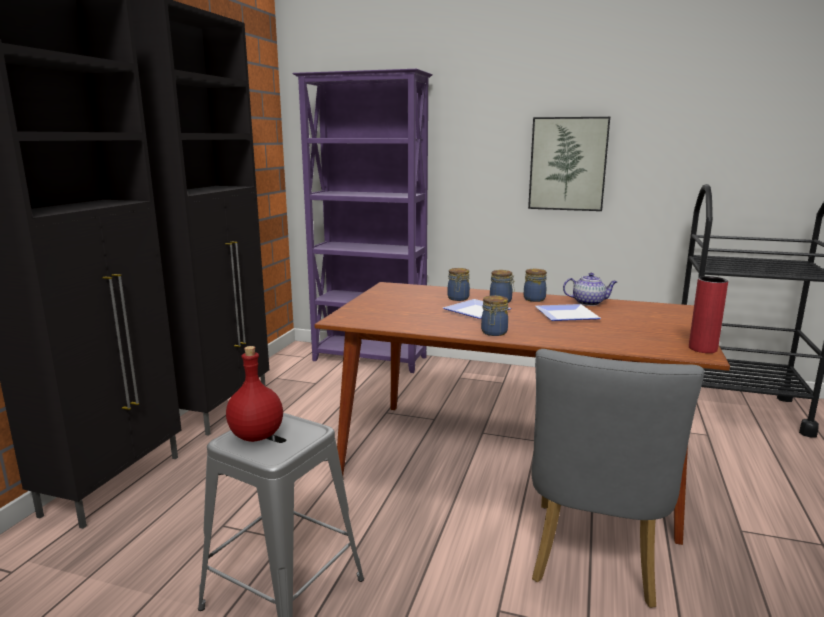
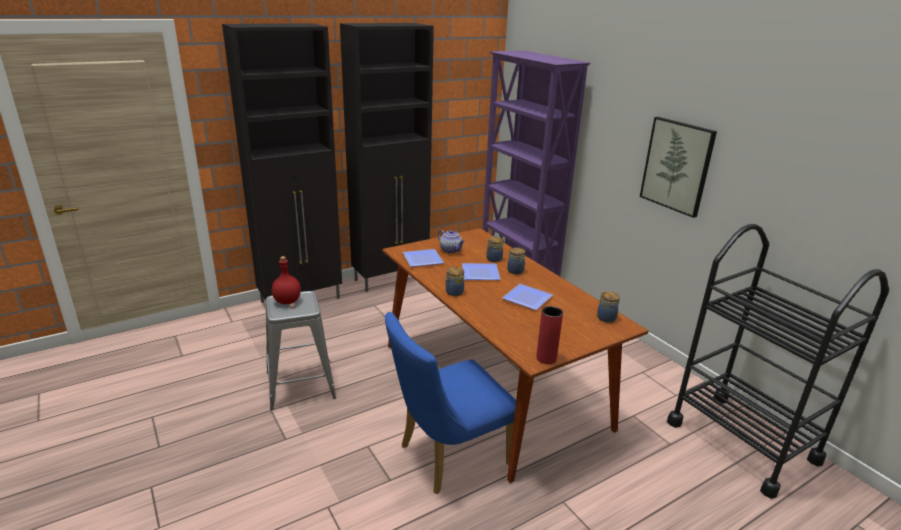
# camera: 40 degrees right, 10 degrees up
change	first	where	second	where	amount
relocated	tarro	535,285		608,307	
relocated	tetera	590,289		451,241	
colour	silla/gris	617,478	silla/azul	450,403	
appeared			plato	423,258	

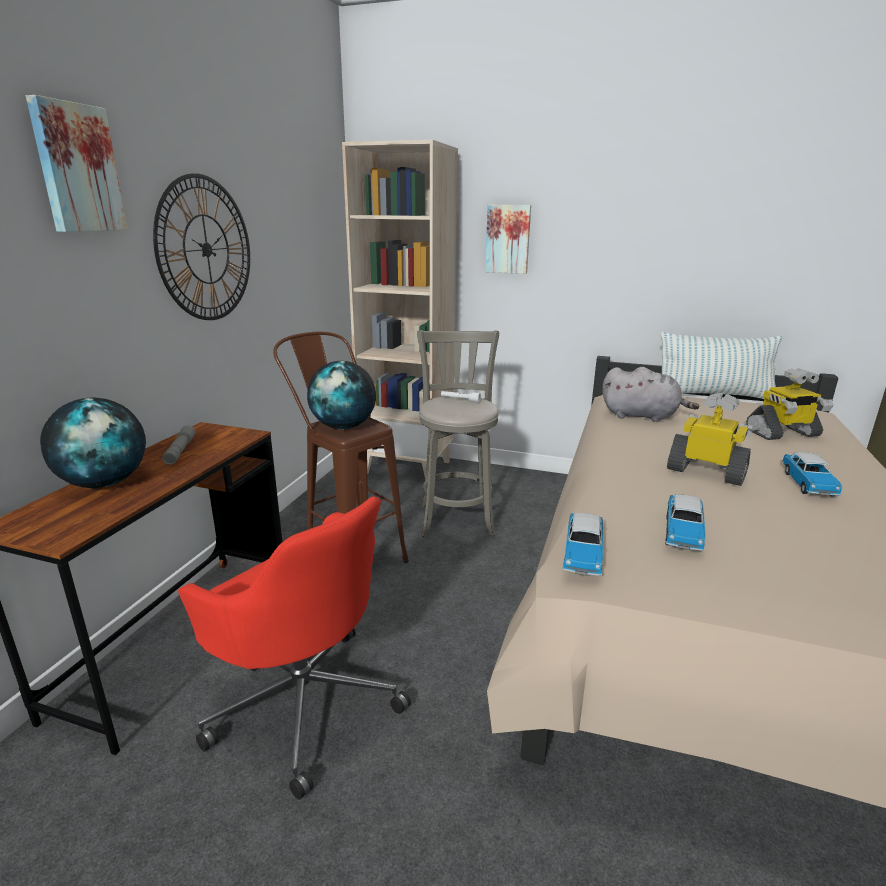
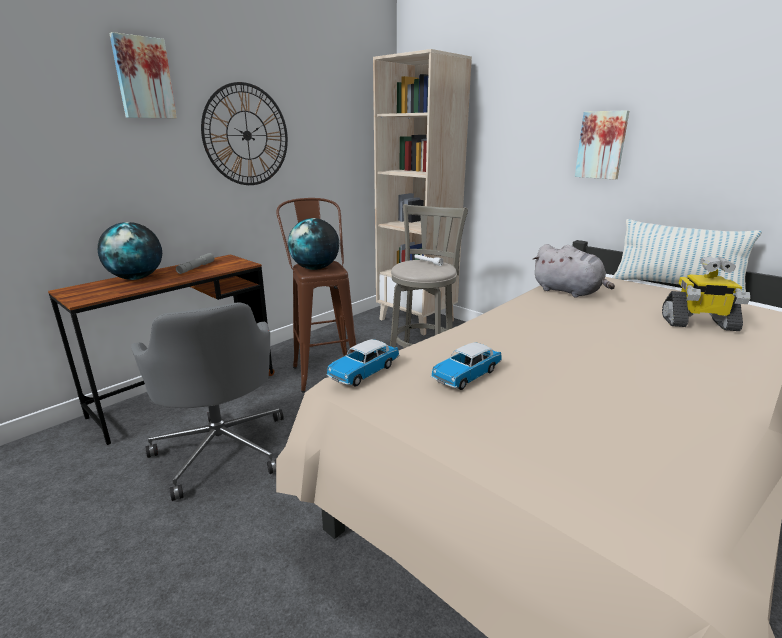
# camera: 25 degrees right, 0 degrees up
change	first	where	second	where	amount
relocated	cuadro	508,239		602,145	
missing	robot de juguete	710,439			
missing	coche de juguete	812,474			
colour	silla de oficina/rojo	294,648	silla de oficina/gris	207,401	

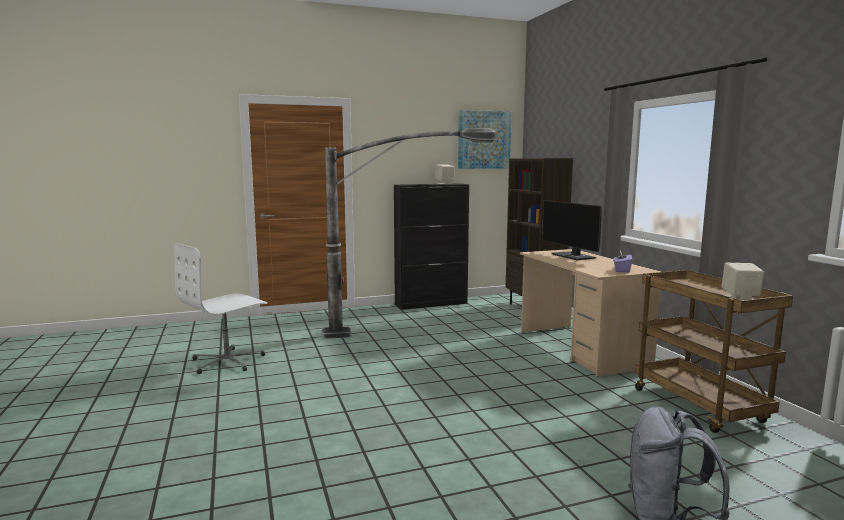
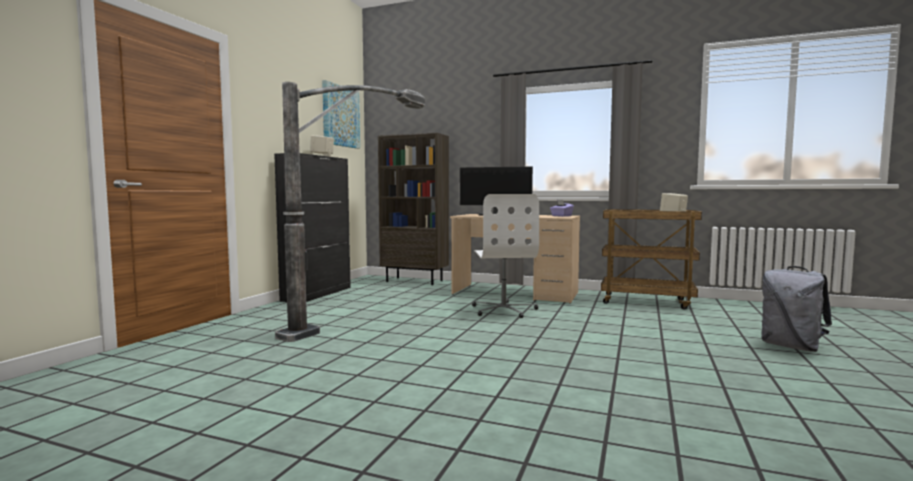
# camera: 50 degrees left, 5 degrees down
change	first	where	second	where	amount
relocated	silla de oficina/blanco	220,308		505,256	

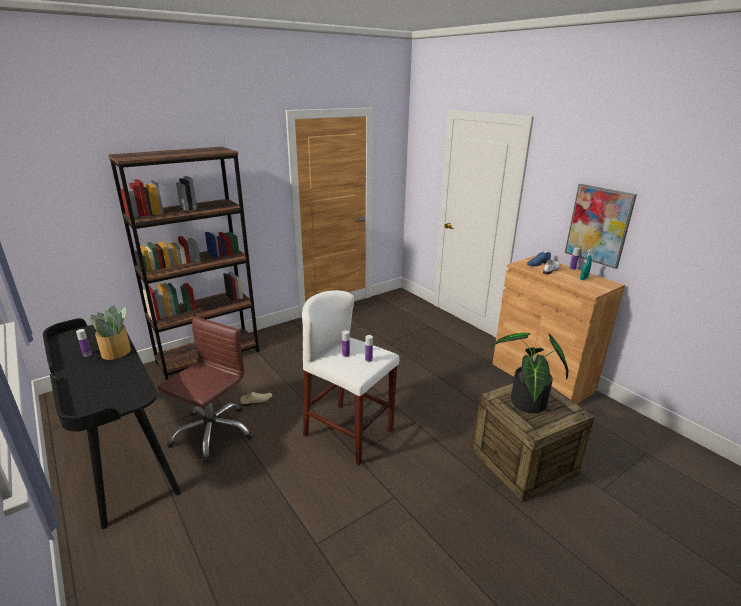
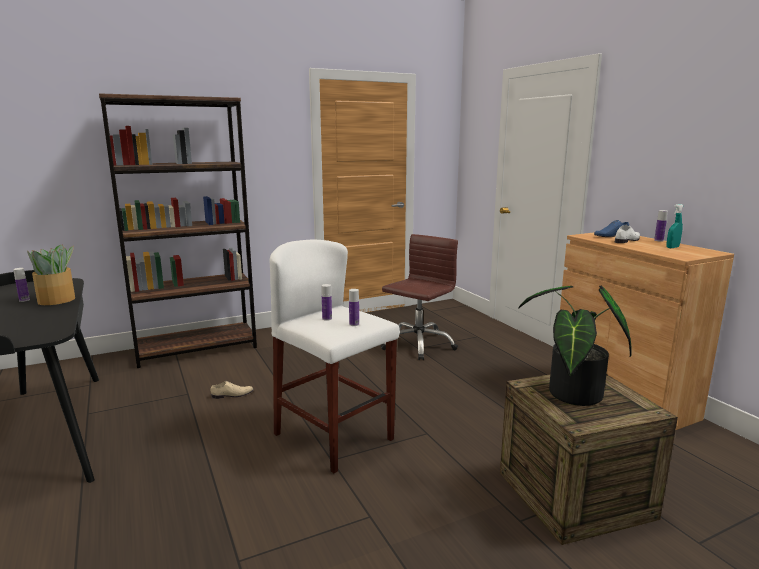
# camera: 10 degrees right, 10 degrees down
change	first	where	second	where	amount
missing	cuadro	601,226			
relocated	silla de oficina/marrón	205,389		419,297	

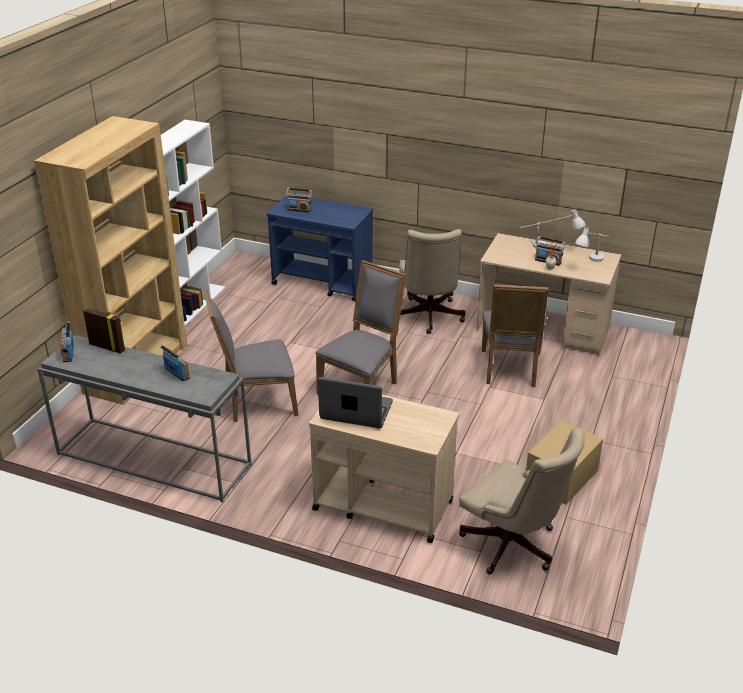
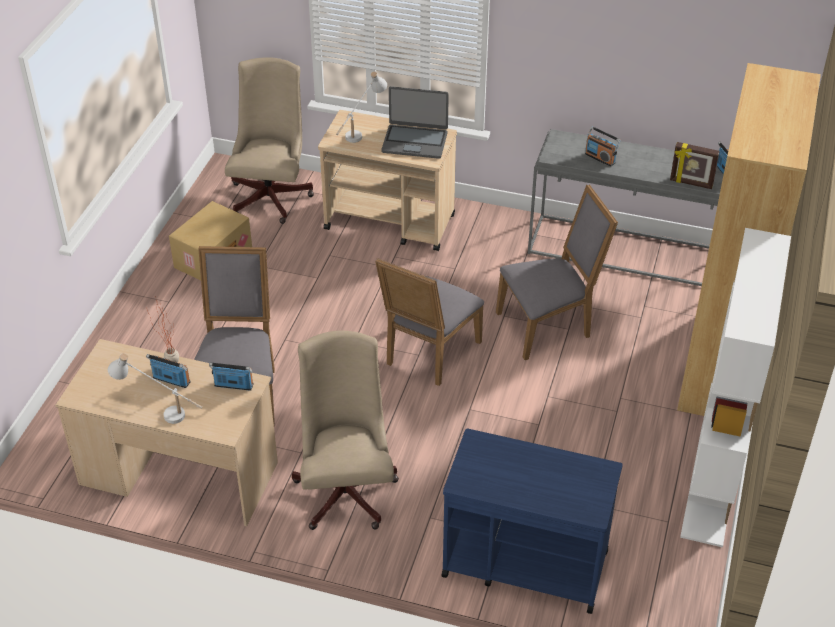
# camera: 175 degrees right, 10 degrees up
change	first	where	second	where	amount
relocated	radio	299,200		231,376	
relocated	lámpara de mesa/blanco	592,244		361,107	
spun	silla de oficina/beis	522,500		269,140	60 degrees clockwise

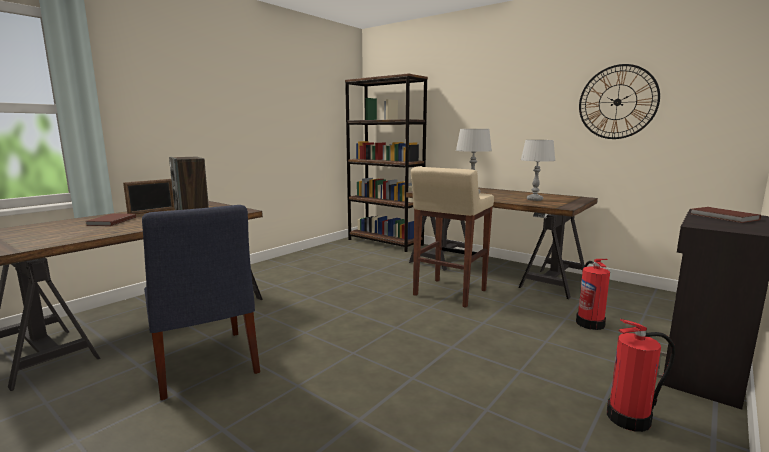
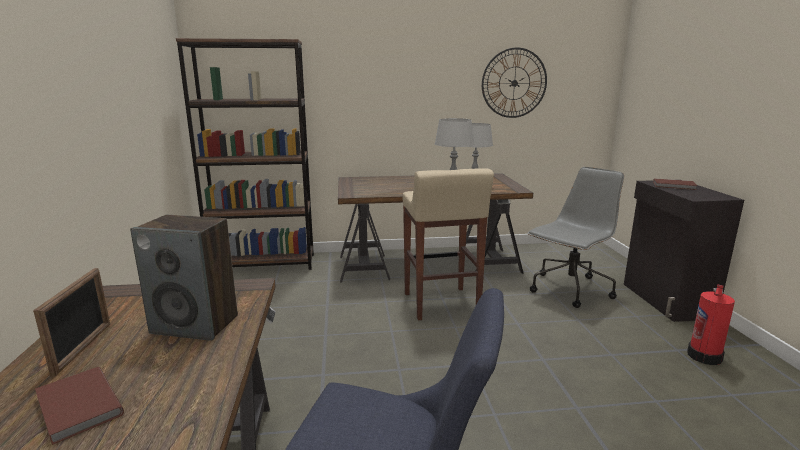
# camera: 45 degrees left, 5 degrees up
change	first	where	second	where	amount
exchanged	extintor	593,294	silla de oficina/gris	576,237	

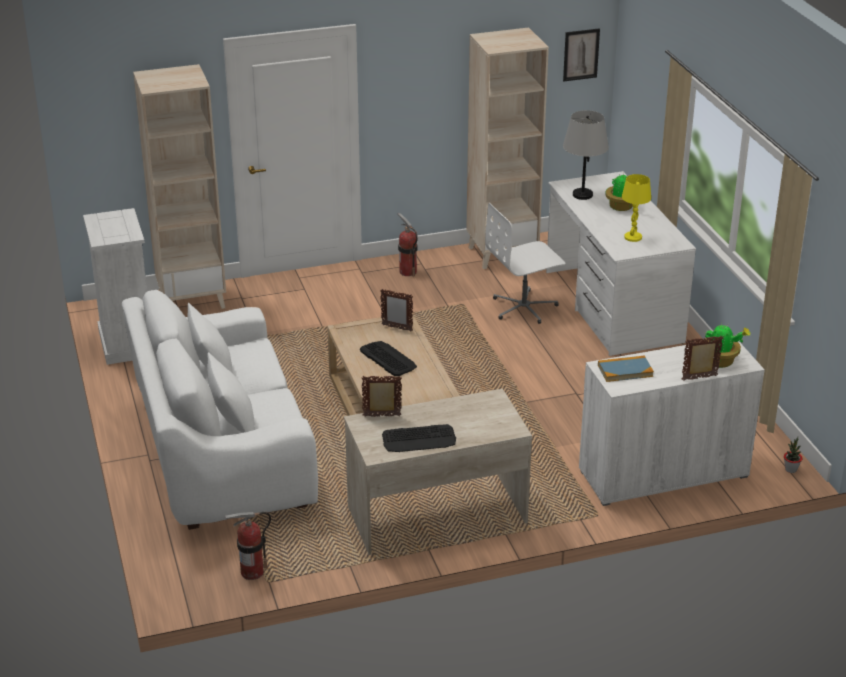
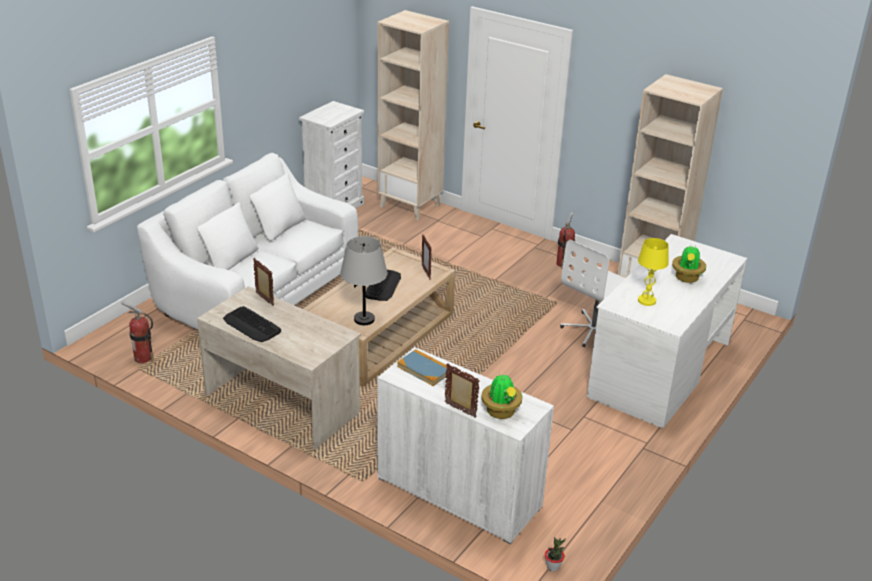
# camera: 50 degrees right, 0 degrees up
change	first	where	second	where	amount
missing	cuadro	581,54			
relocated	lámpara de mesa/gris	586,155		363,280	
spun	silla de oficina/blanco	525,263		592,293	75 degrees counterclockwise

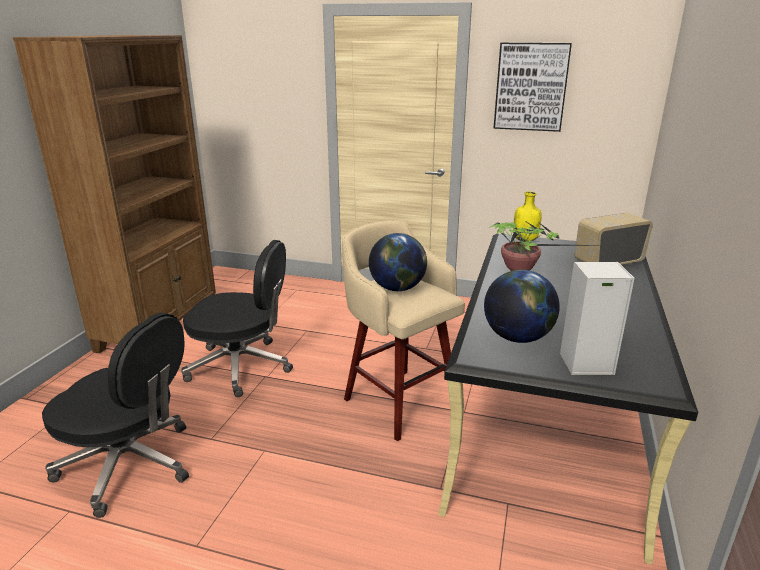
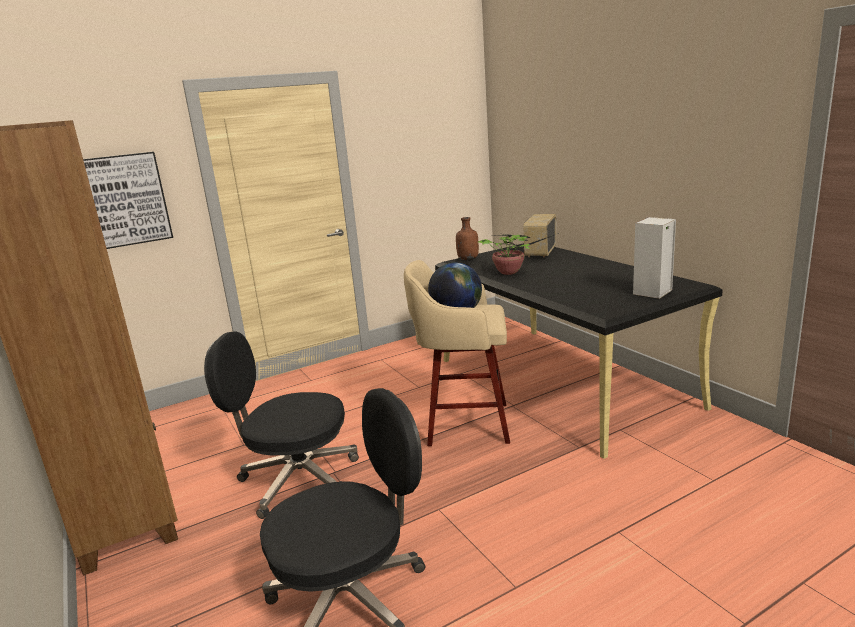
# camera: 45 degrees left, 5 degrees down
change	first	where	second	where	amount
relocated	cuadro	532,87		128,200	
colour	botella/amarillo	527,216	botella/marrón	467,238	
spun	silla de oficina/negro	237,318		281,425	135 degrees counterclockwise
missing	globo terráqueo	522,306			

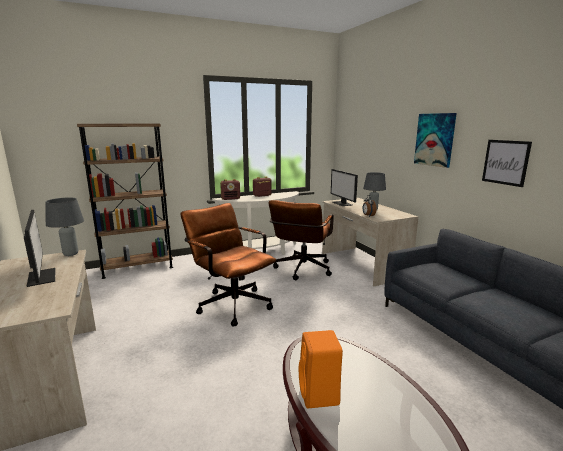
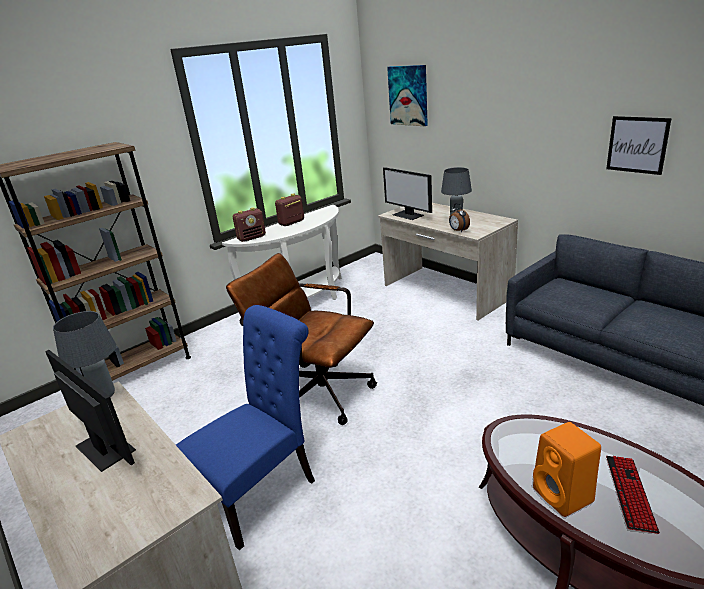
# camera: 15 degrees left, 10 degrees up
change	first	where	second	where	amount
relocated	cuadro	435,140		407,95	
missing	silla de oficina/marrón	301,240			
appeared			silla/azul	245,427	
appeared			teclado	633,495	

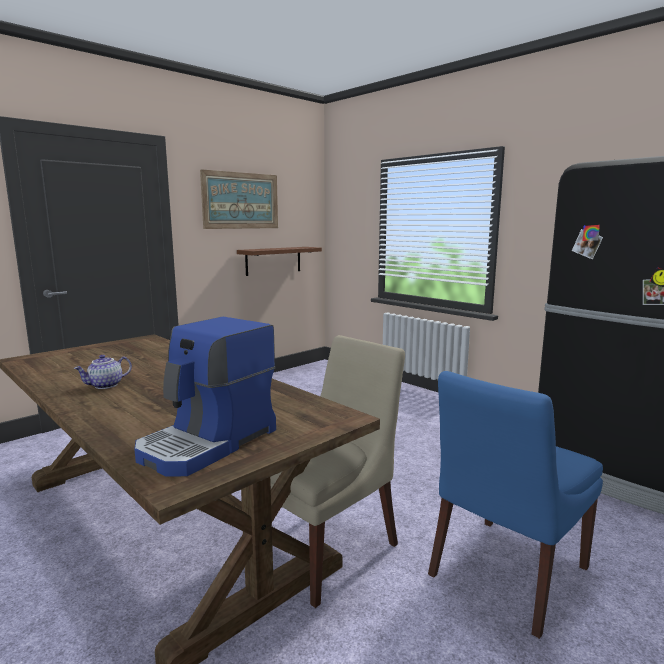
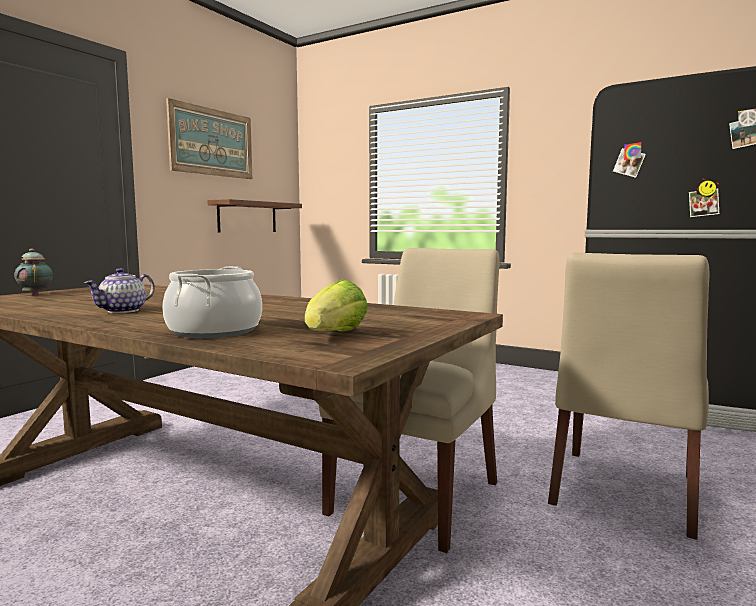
# camera: 15 degrees left, 5 degrees down
change	first	where	second	where	amount
exchanged	cafetera	205,397	lechuga	336,305	
colour	silla/azul	515,505	silla/beis	628,396	
appeared			tetera	33,272	
appeared			olla	212,302	

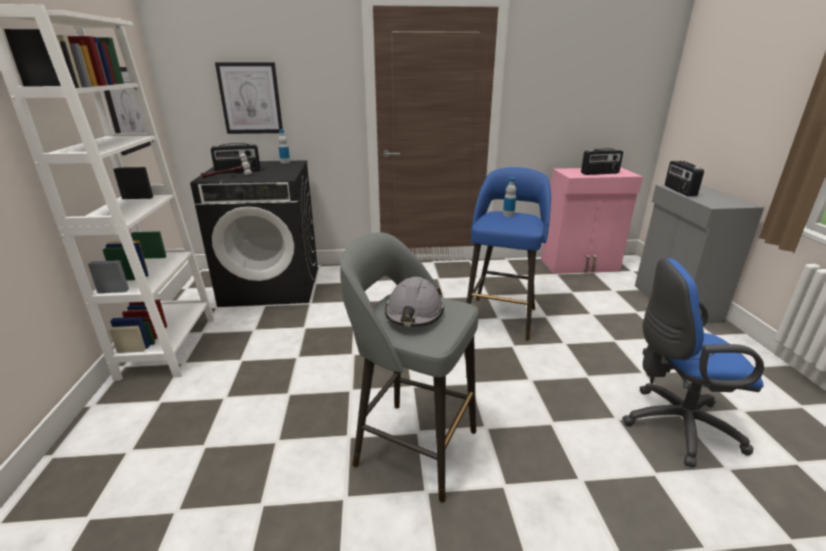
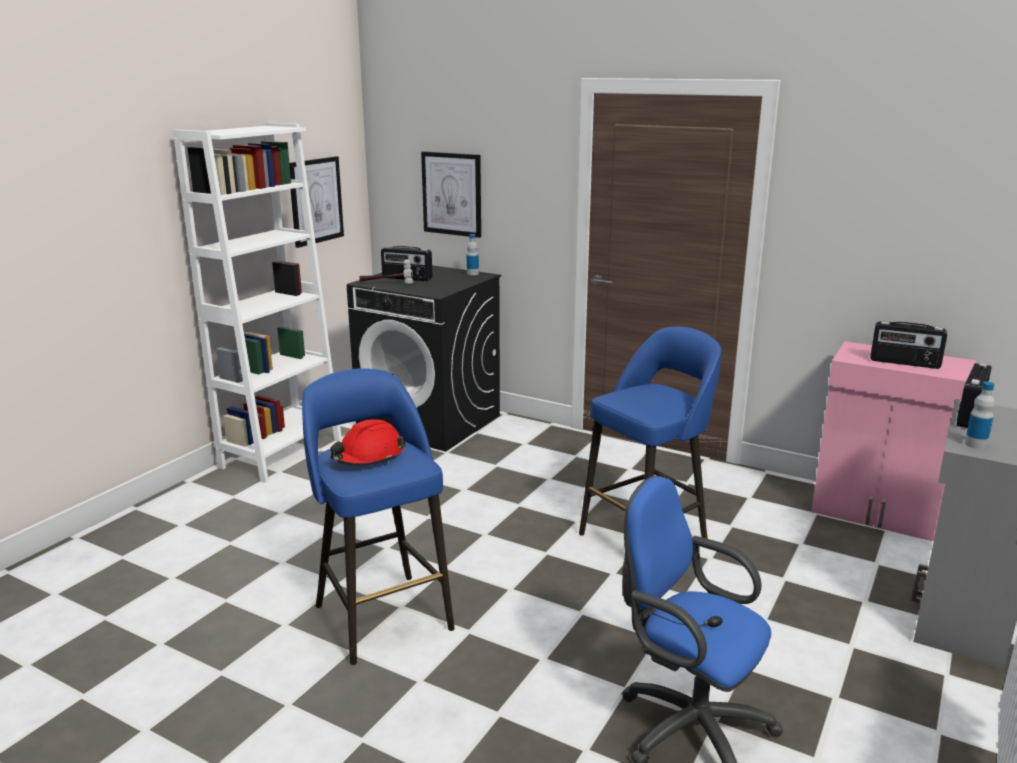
# camera: 35 degrees right, 5 degrees down
change	first	where	second	where	amount
relocated	botella	509,197		980,415	
colour	taburete/gris	409,367	taburete/azul	378,516	
colour	casco/gris	414,301	casco/rojo	368,442	

